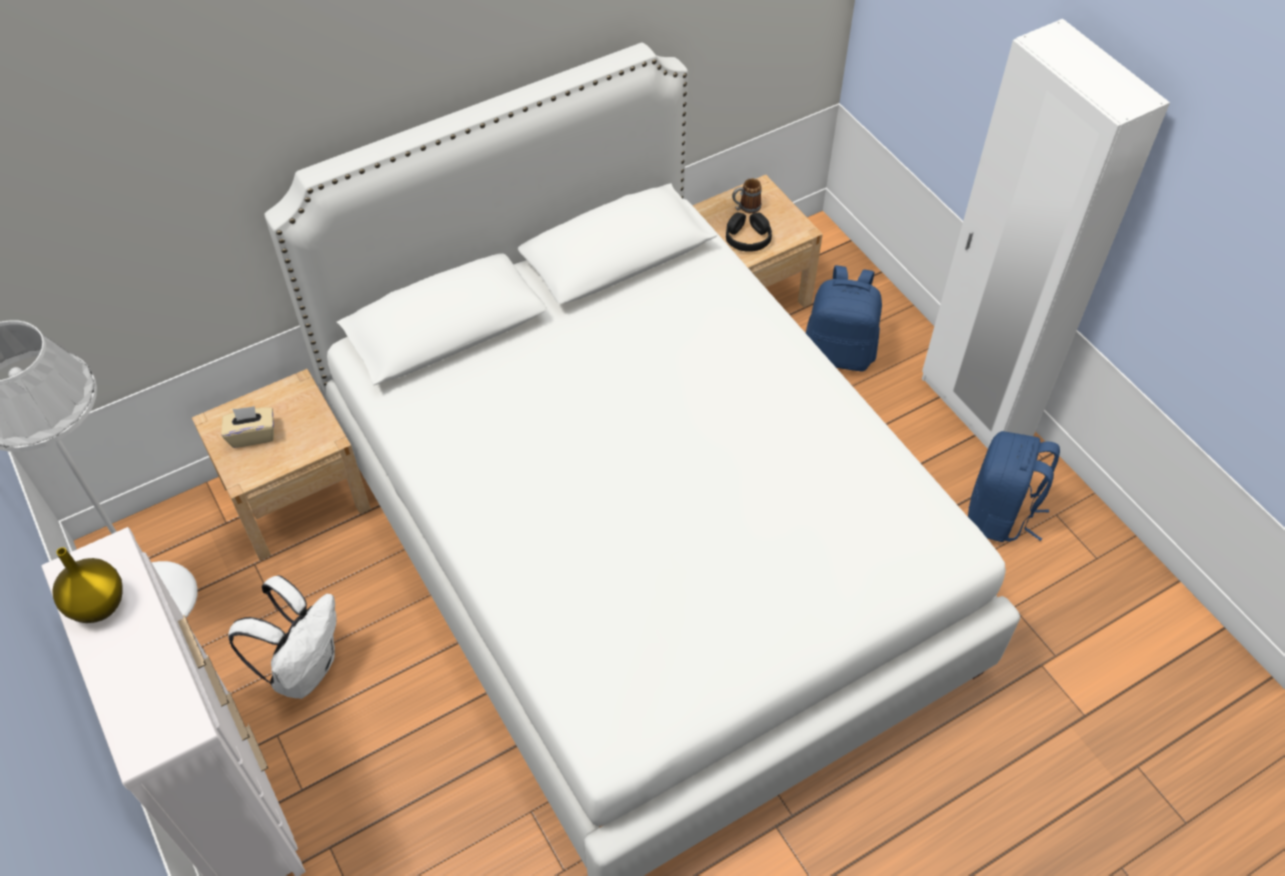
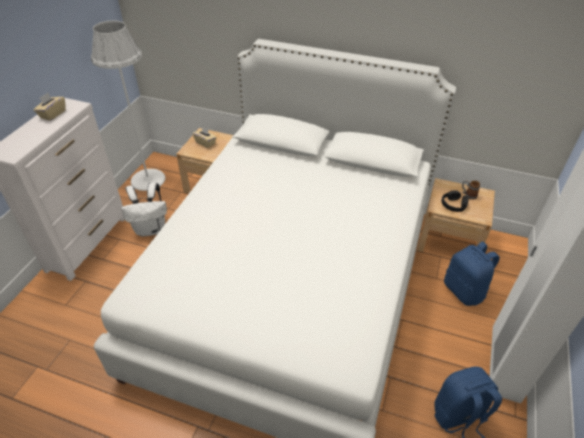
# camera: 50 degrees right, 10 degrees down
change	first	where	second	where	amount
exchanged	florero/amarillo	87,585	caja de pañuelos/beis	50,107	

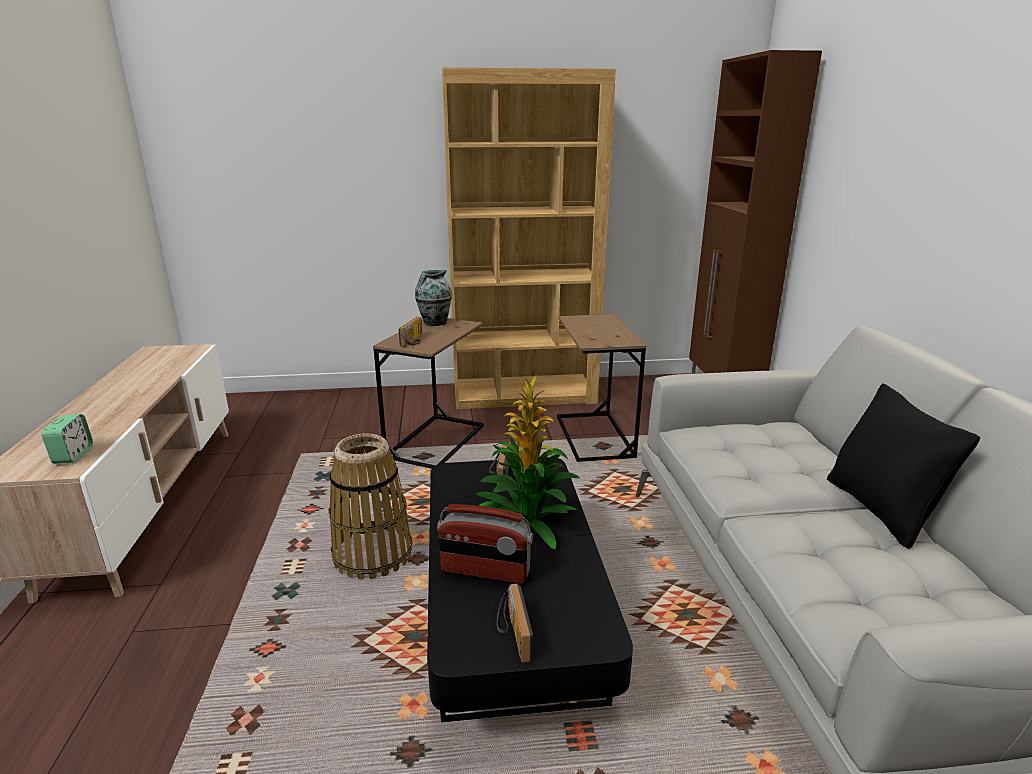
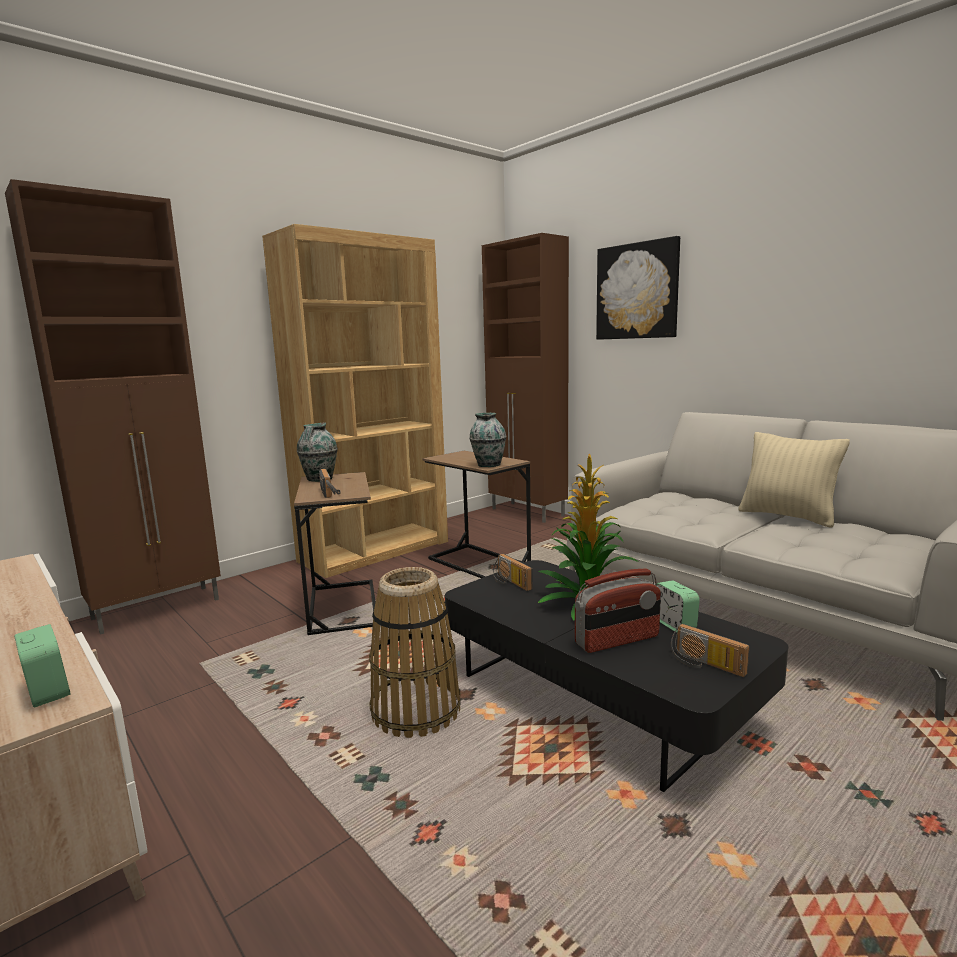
# camera: 35 degrees left, 10 degrees down
change	first	where	second	where	amount
colour	cojín/negro	904,466	cojín/beis	794,479	
appeared			armario/marrón	113,407	
appeared			cuadro	638,288	
appeared			florero	487,440	
appeared			despertador	677,606	

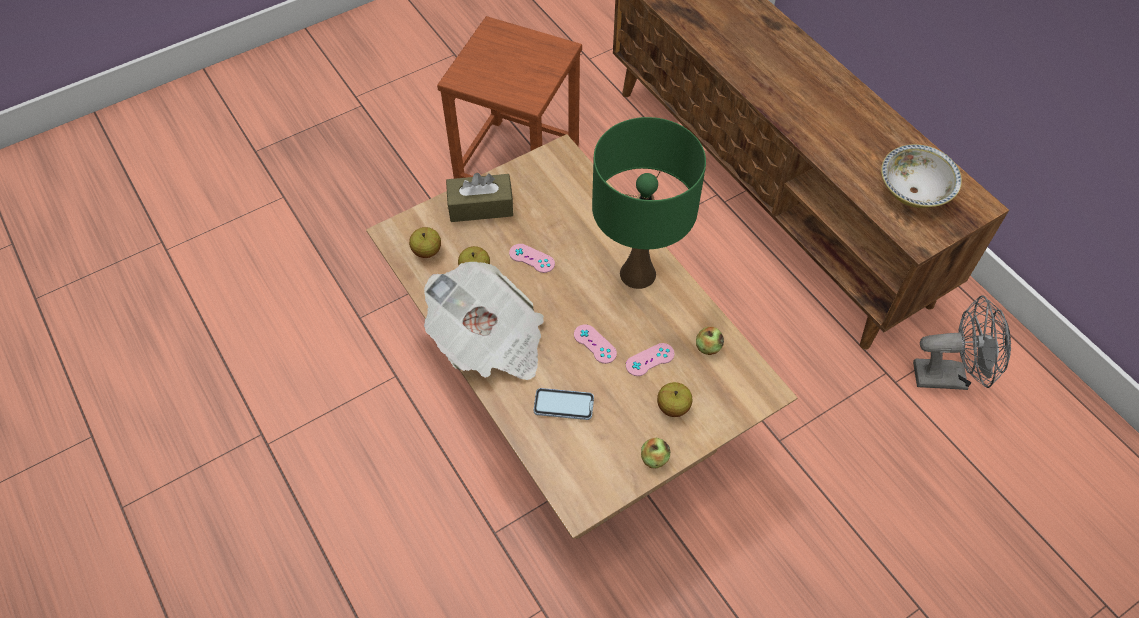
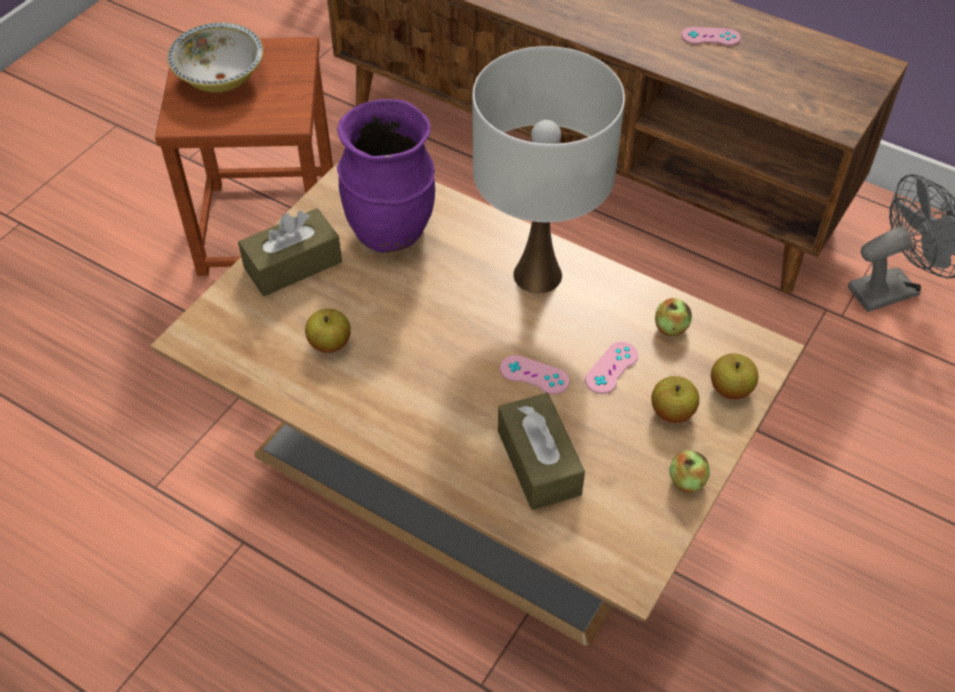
# camera: 25 degrees left, 5 degrees down
change	first	where	second	where	amount
colour	lámpara de mesa/verde	649,203	lámpara de mesa/blanco	548,169	
relocated	cuenco	921,176		215,57	
relocated	manzana	425,242		734,376	
relocated	mando de consola/rosa	532,258		711,36	
missing	periódico	484,321			
exchanged	móvil	563,404	caja de pañuelos/marrón	541,451	
appeared			florero/morado	386,176	

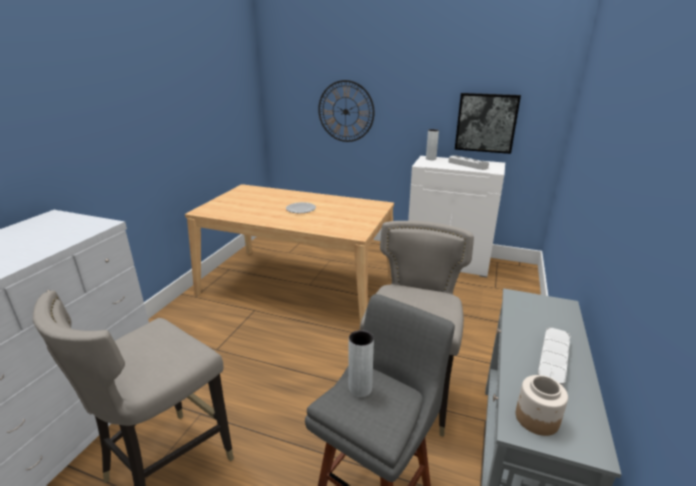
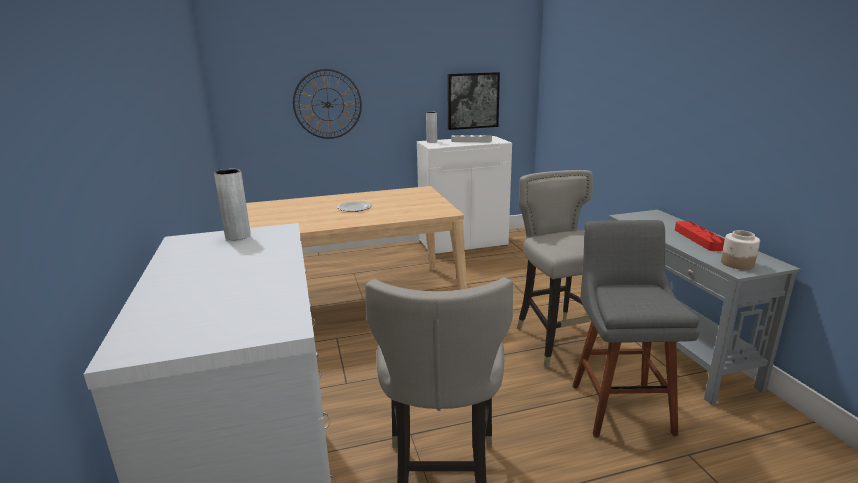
# camera: 35 degrees left, 5 degrees down
change	first	where	second	where	amount
colour	bandeja/gris	553,357	bandeja/rojo	700,236	
relocated	florero/gris	361,363		232,204	

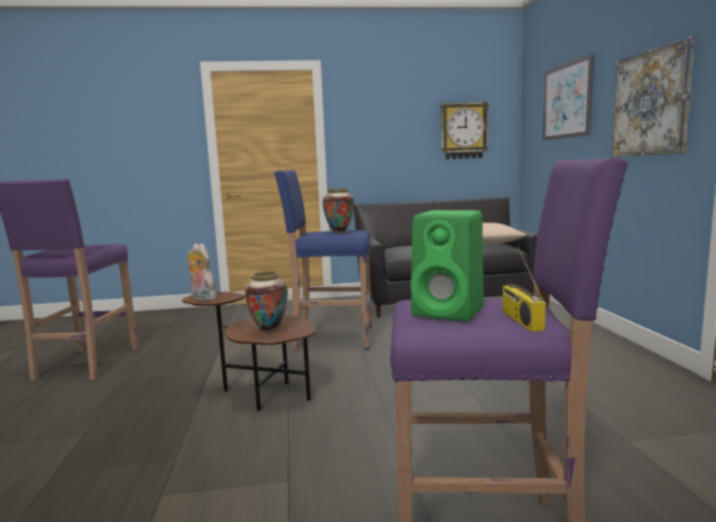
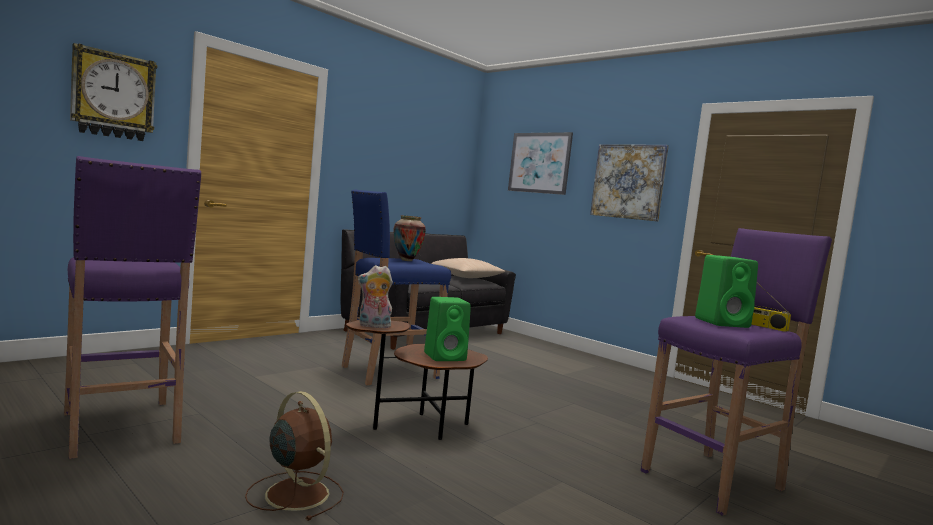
# camera: 40 degrees left, 5 degrees down
change	first	where	second	where	amount
relocated	reloj de pared	465,130		113,92	
exchanged	florero	266,302	altavoz/verde	447,329	
appeared			ventilador/marrón	294,456	

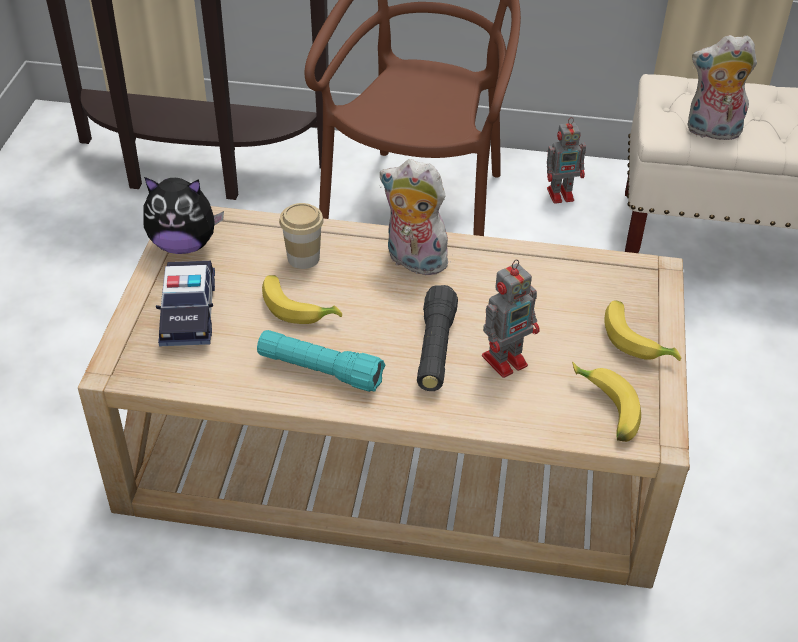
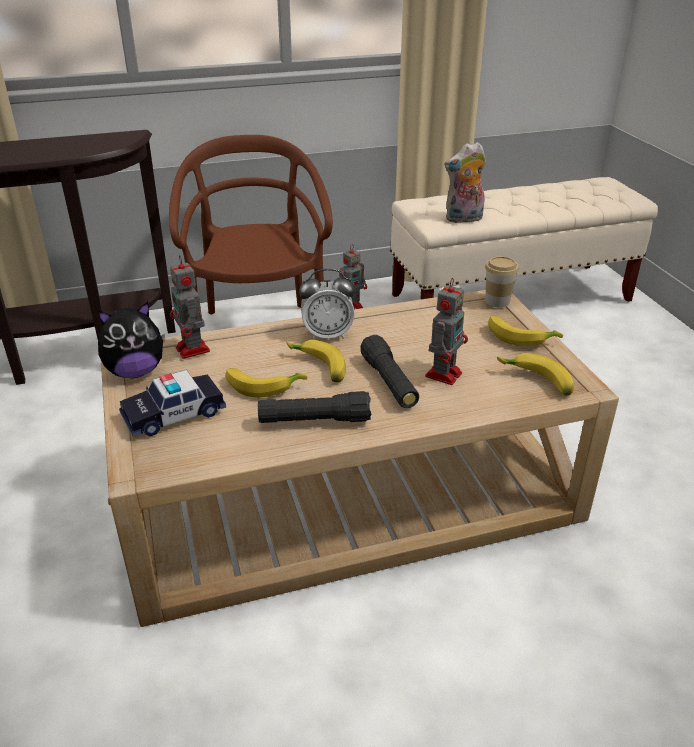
# camera: 25 degrees left, 10 degrees down
change	first	where	second	where	amount
exchanged	peluche	416,217	despertador	327,304	
relocated	taza	301,236		502,281	
spun	coche de juguete	185,303		172,403	90 degrees clockwise
colour	linterna/turquesa	321,361	linterna/negro	314,407	
appeared			robot de juguete	190,307	
appeared			plátano	316,361	

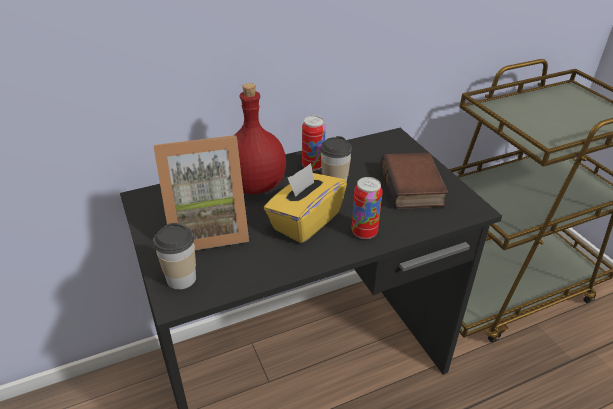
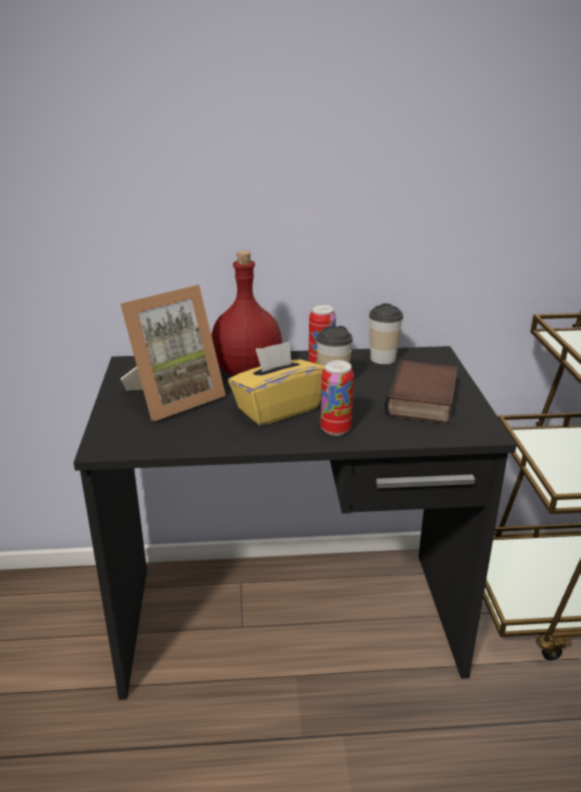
# camera: 20 degrees right, 10 degrees down
change	first	where	second	where	amount
spun	portarretratos	201,192		173,353	45 degrees counterclockwise
relocated	taza	174,256		386,333	

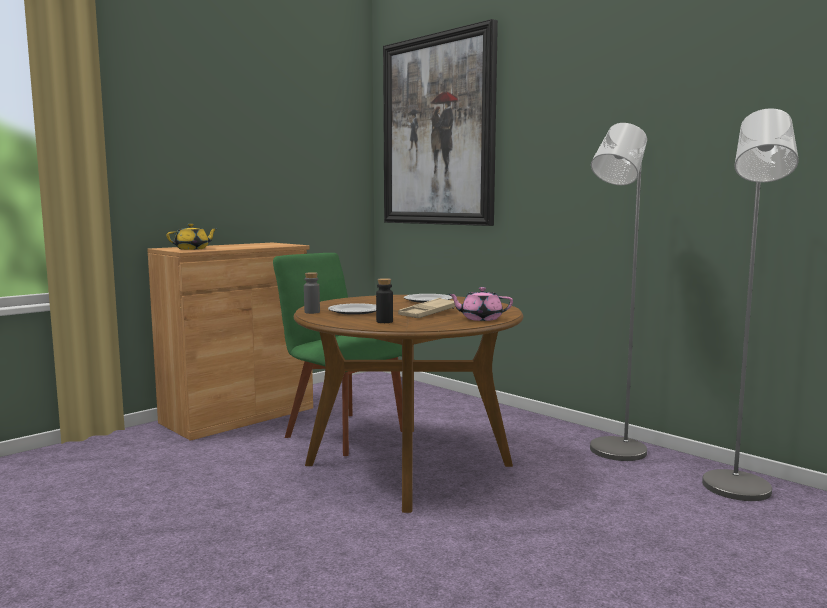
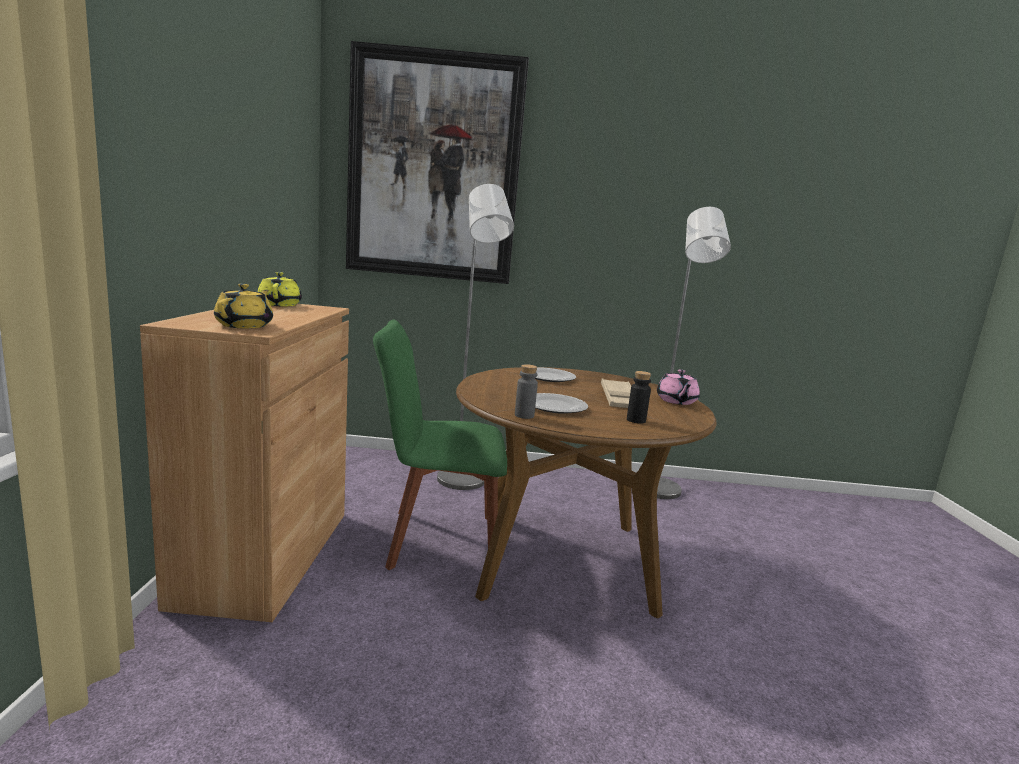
# camera: 45 degrees left, 5 degrees up
change	first	where	second	where	amount
relocated	lámpara de pie/gris	750,304		475,337	
spun	tetera/rosa	480,304		678,387	45 degrees counterclockwise
appeared			tetera/amarillo	279,289	

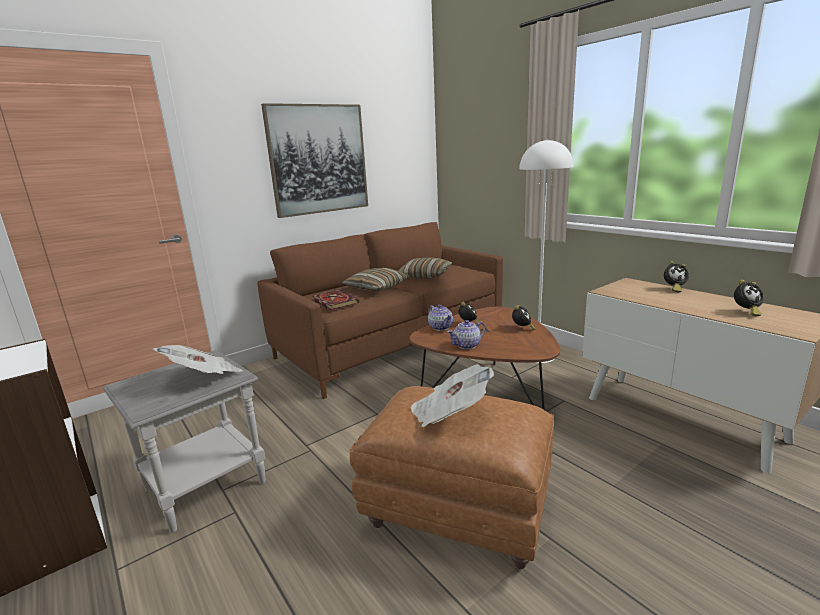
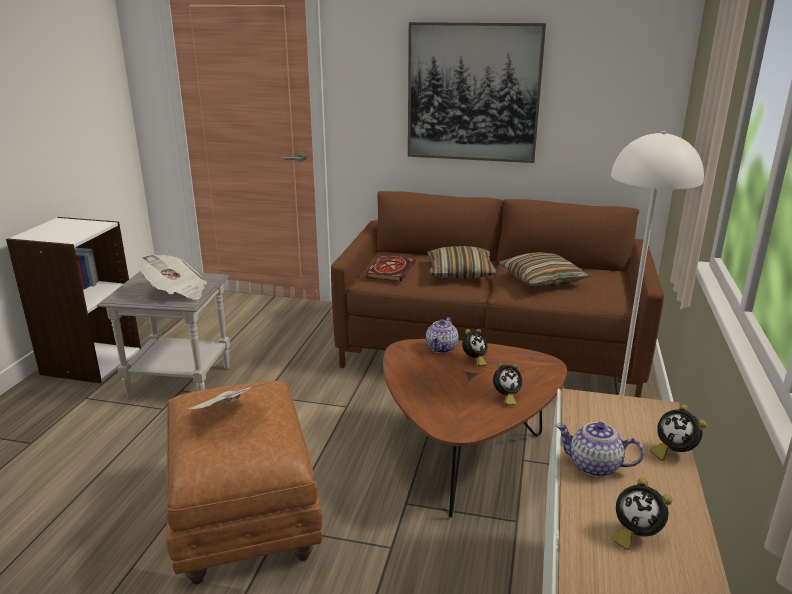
# camera: 50 degrees right, 5 degrees up
change	first	where	second	where	amount
relocated	tetera	466,334		599,449	

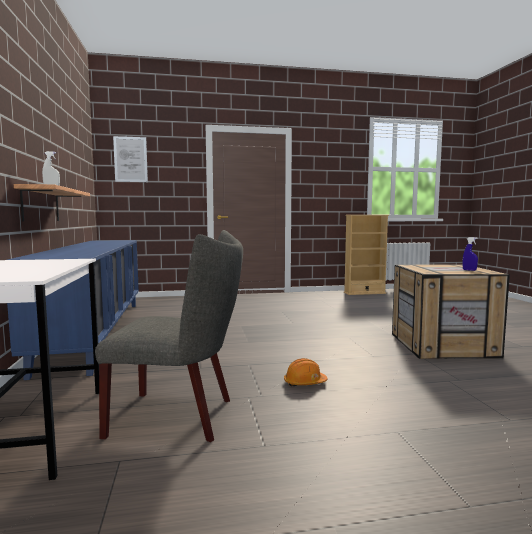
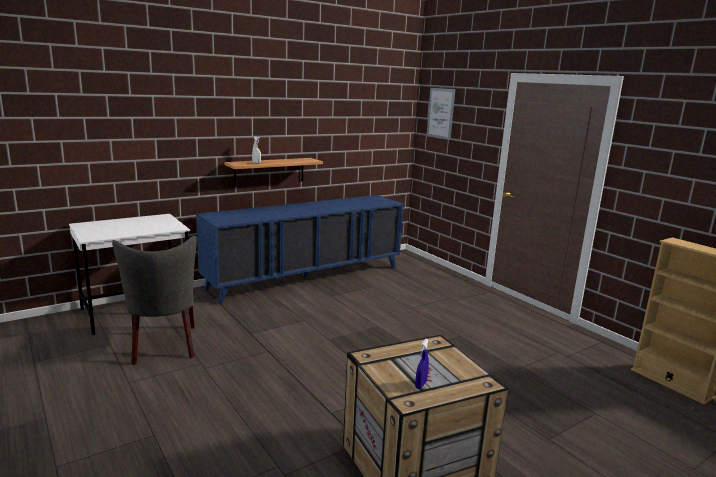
# camera: 65 degrees right, 10 degrees up
change	first	where	second	where	amount
missing	casco/naranja	306,372			

